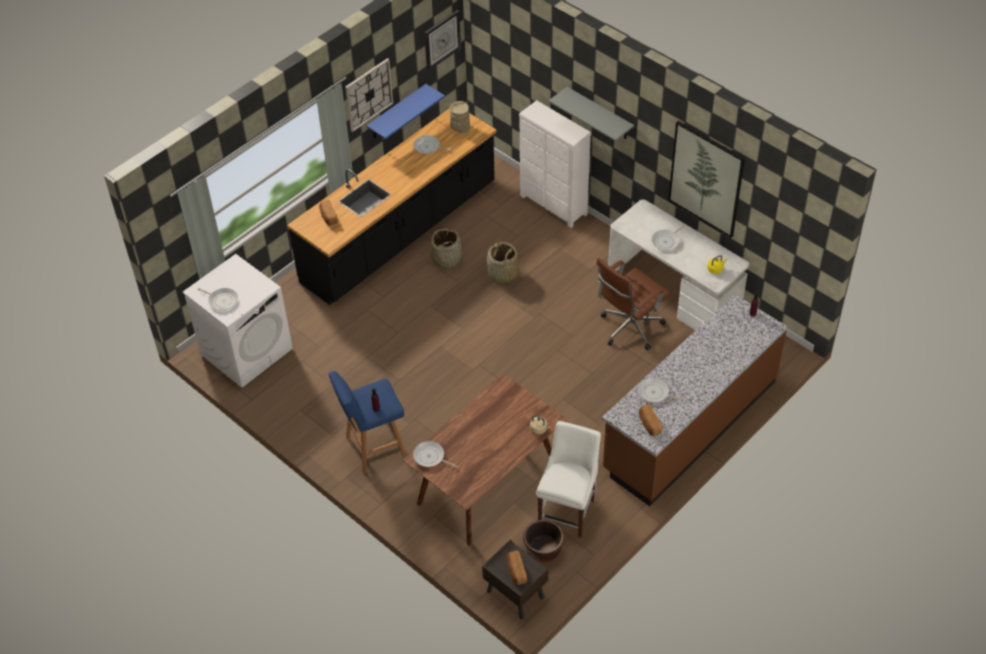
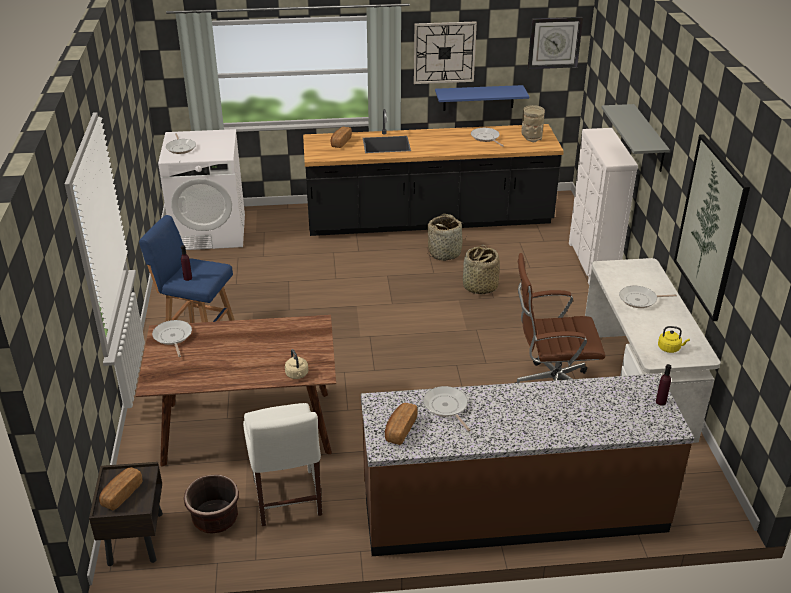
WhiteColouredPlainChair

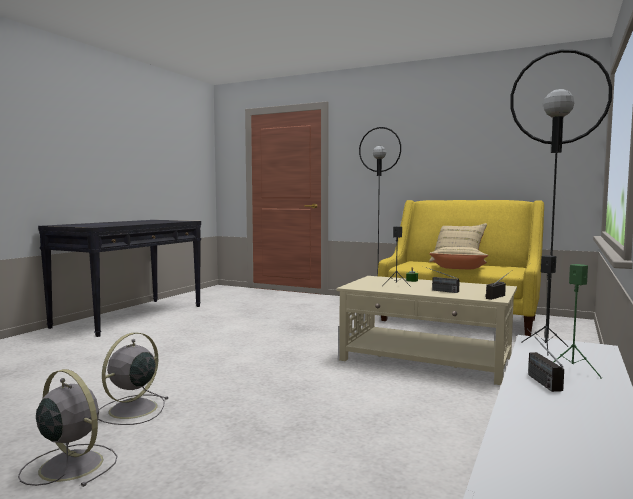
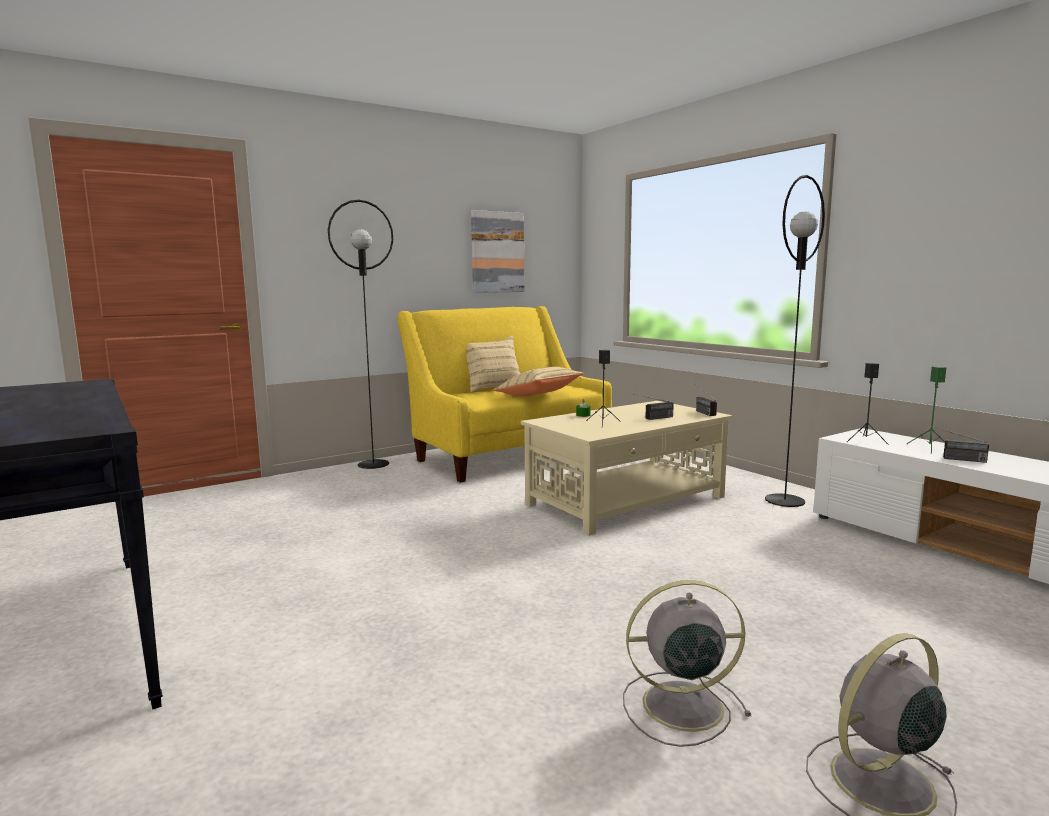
GreyFan (no. 1 from left)
Picture

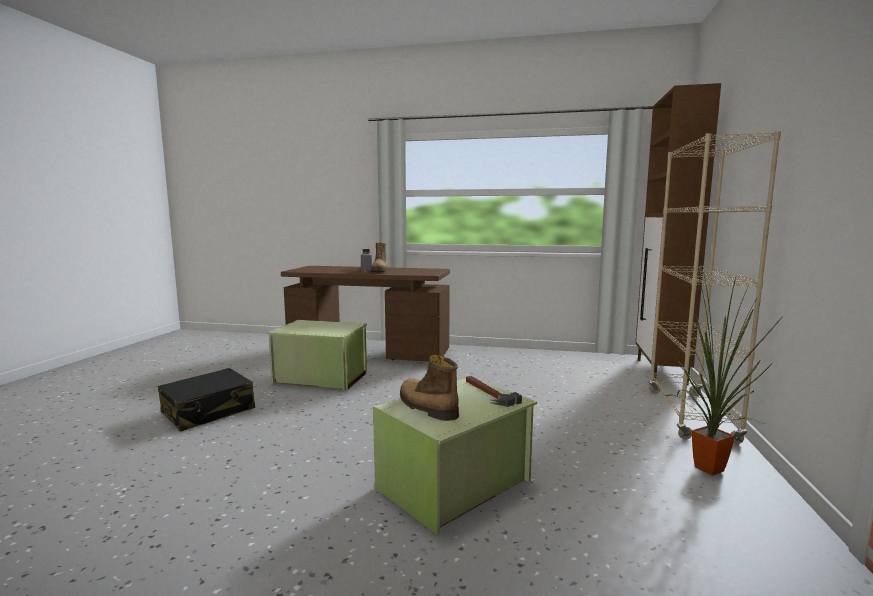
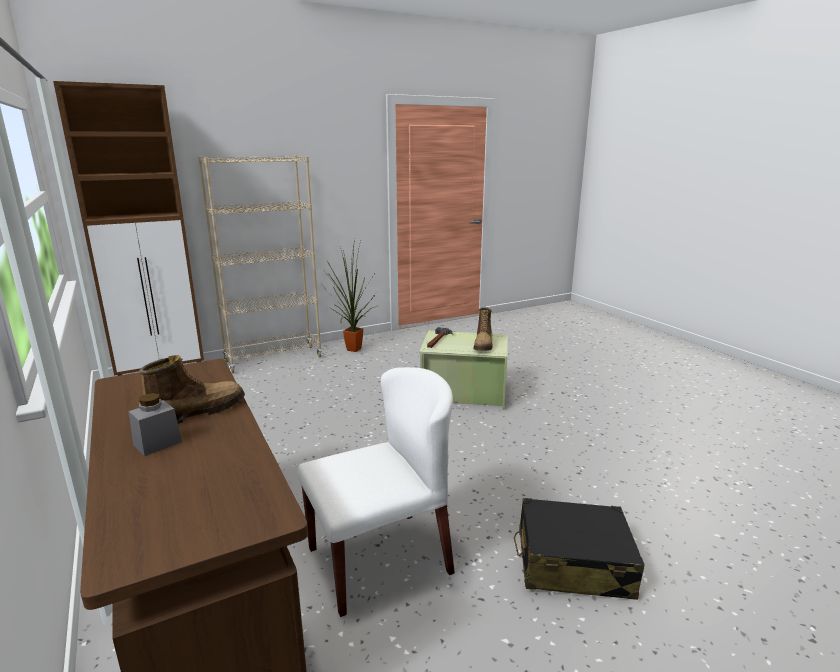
WhiteColouredPlainChair

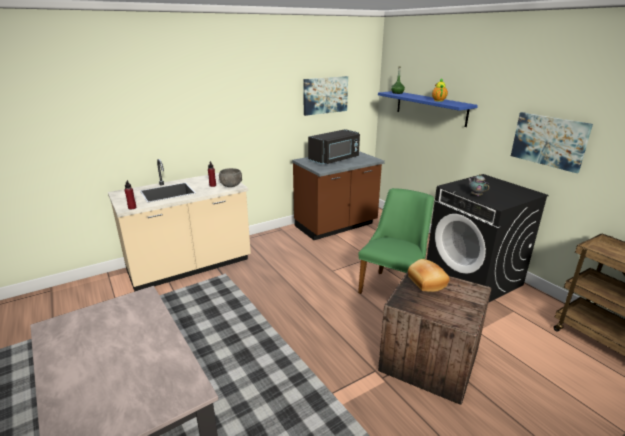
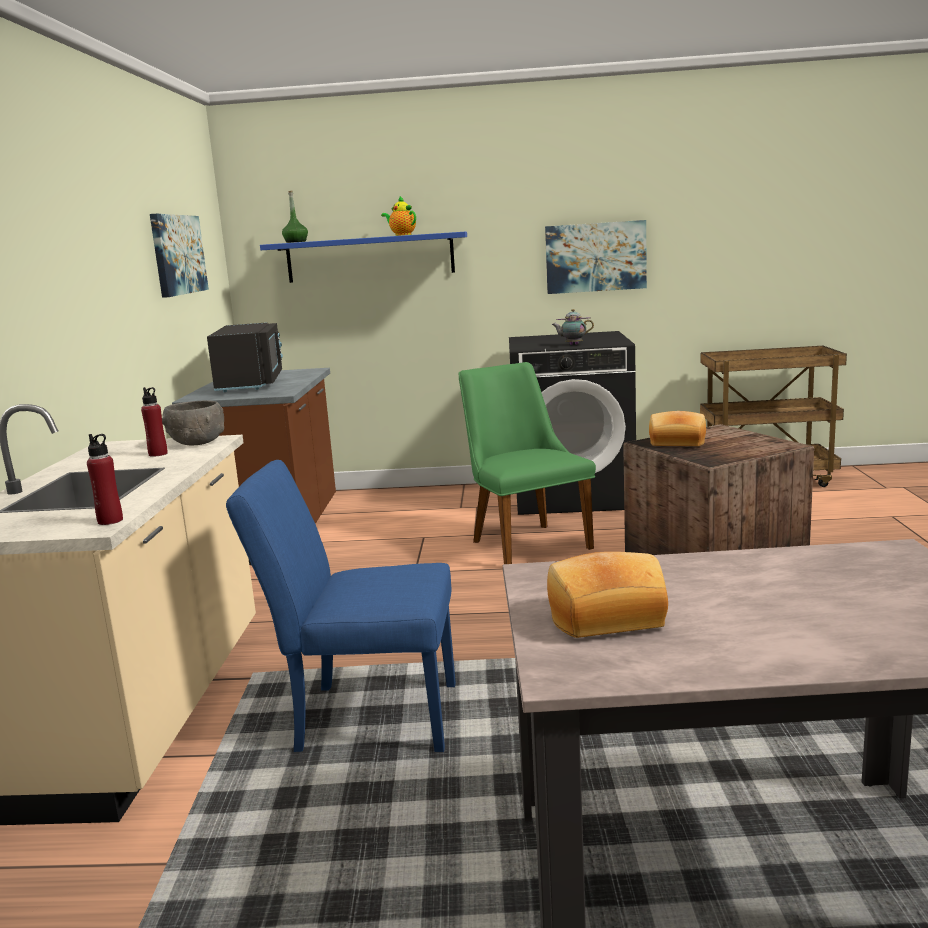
BluePlainChair
BakedBread (no. 1 from left)

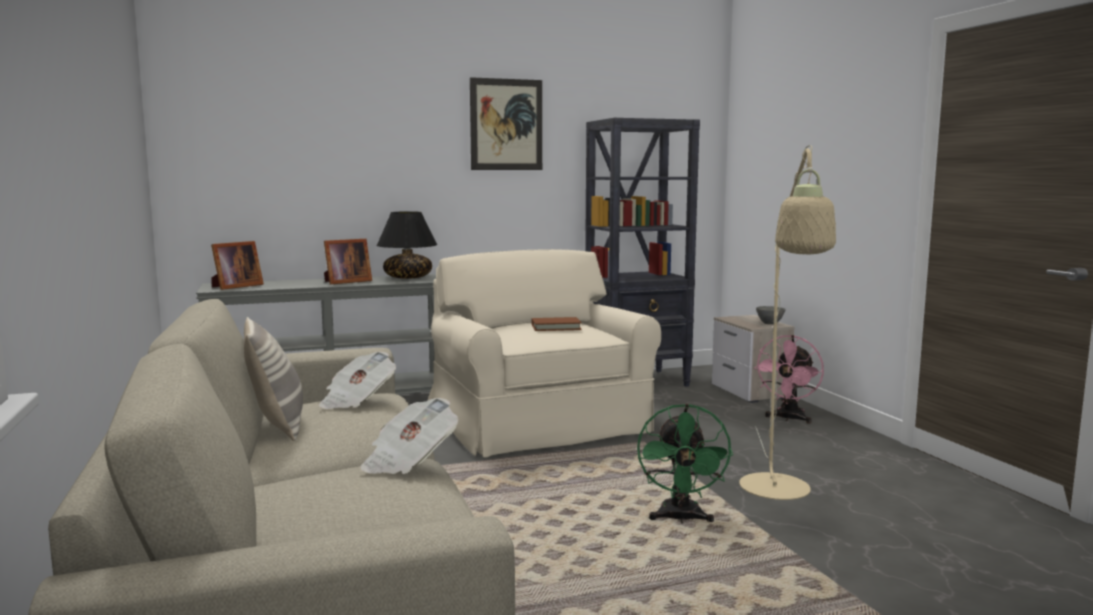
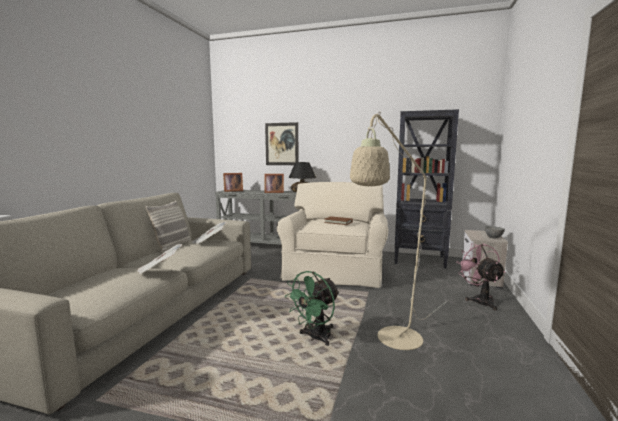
Picture
PinkishFan

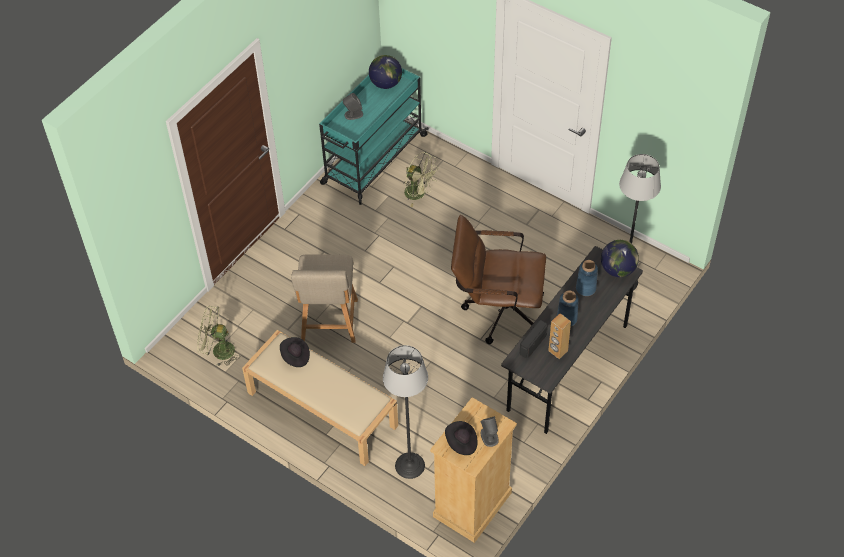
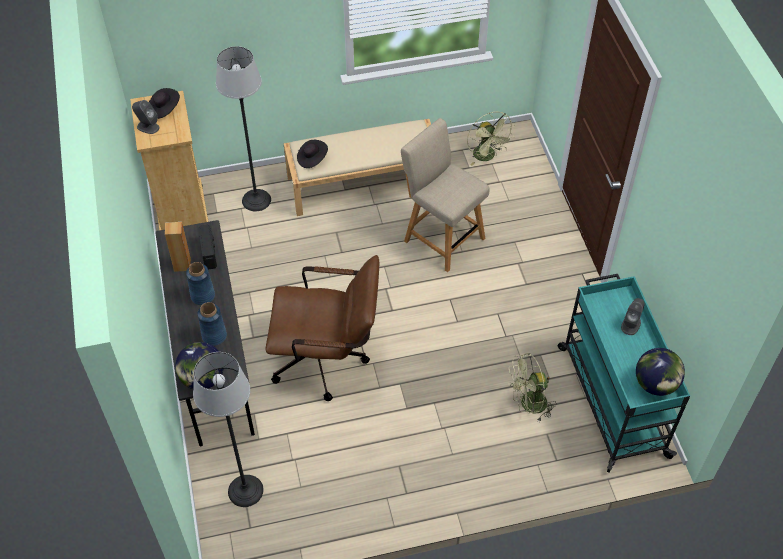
BrownishOfficeChair
GreenColouredFan (no. 1 from left)
BlackColouredClothingHat (no. 2 from left)

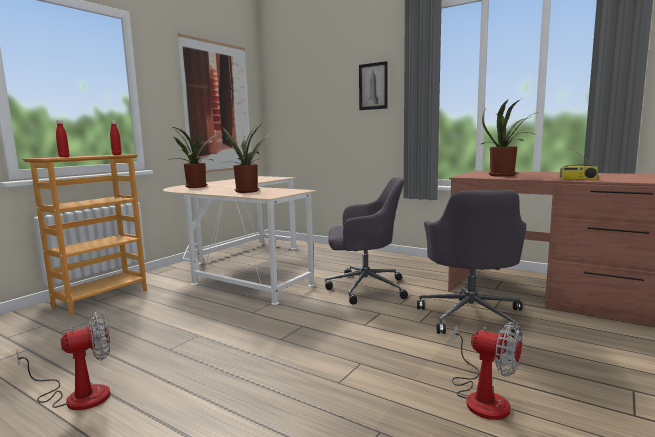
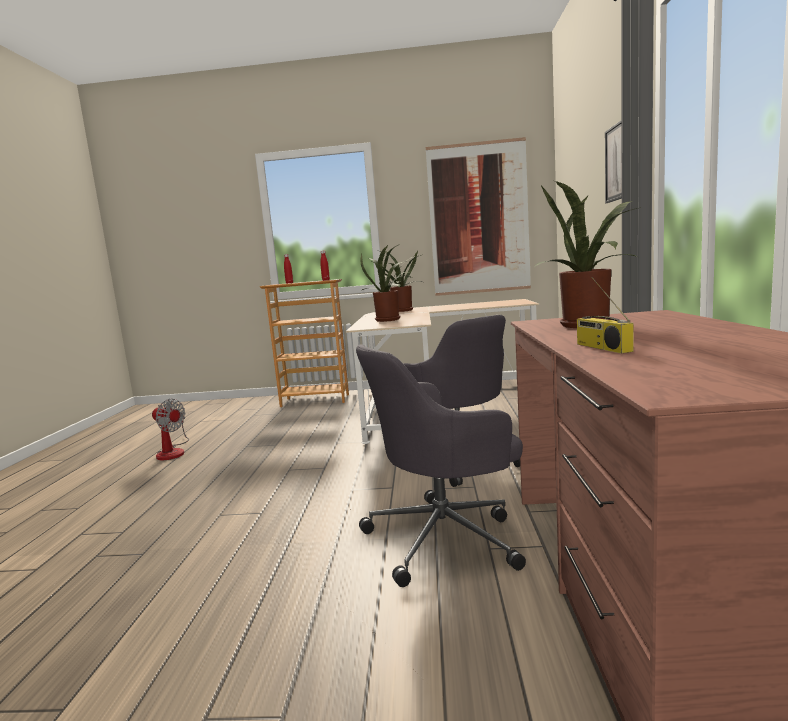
Fan (no. 2 from left in the first image)

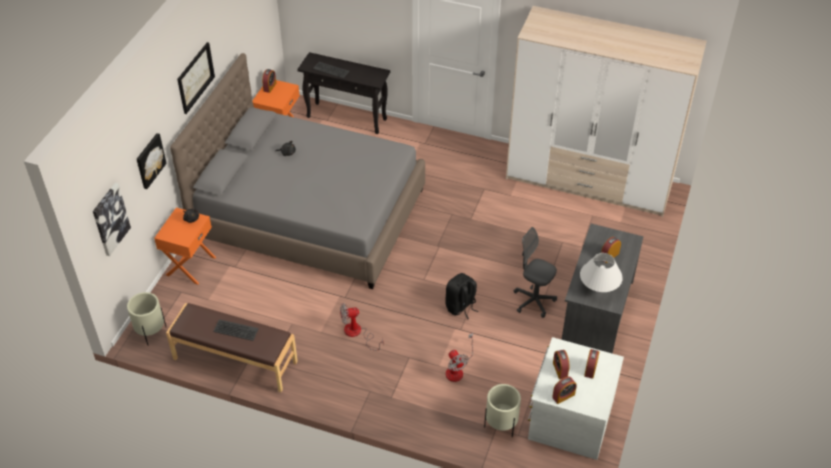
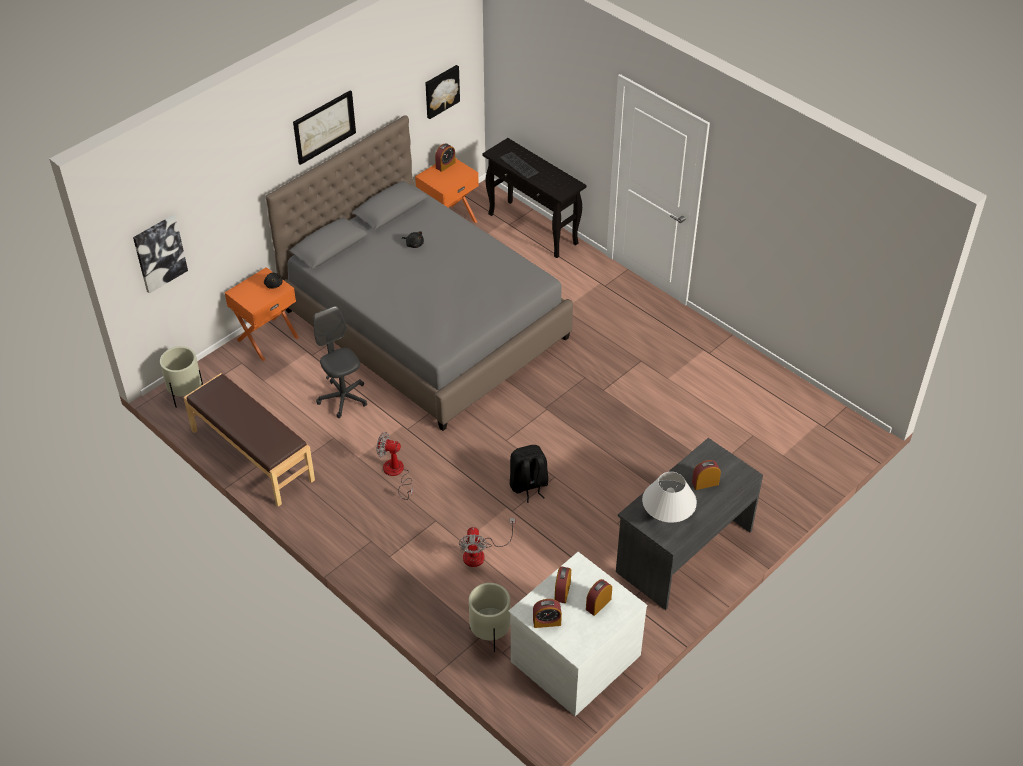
Wardrobe
Picture (no. 3 from left)
GreyOfficeChair
ComputerKeyboard (no. 1 from left in the first image)

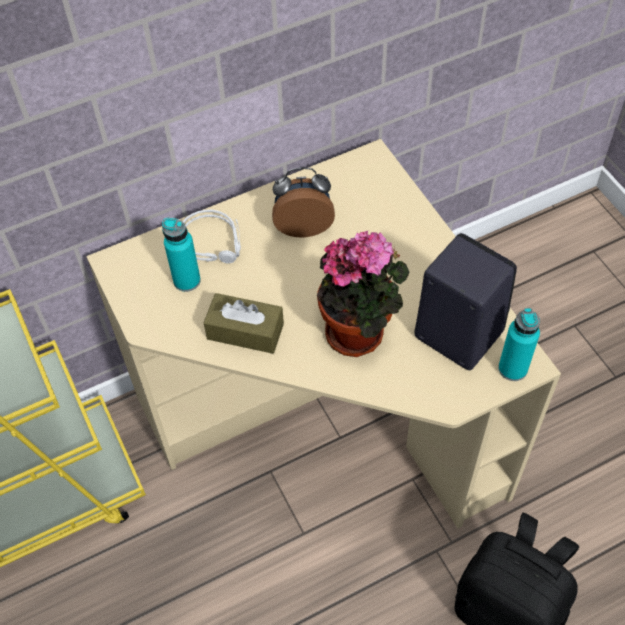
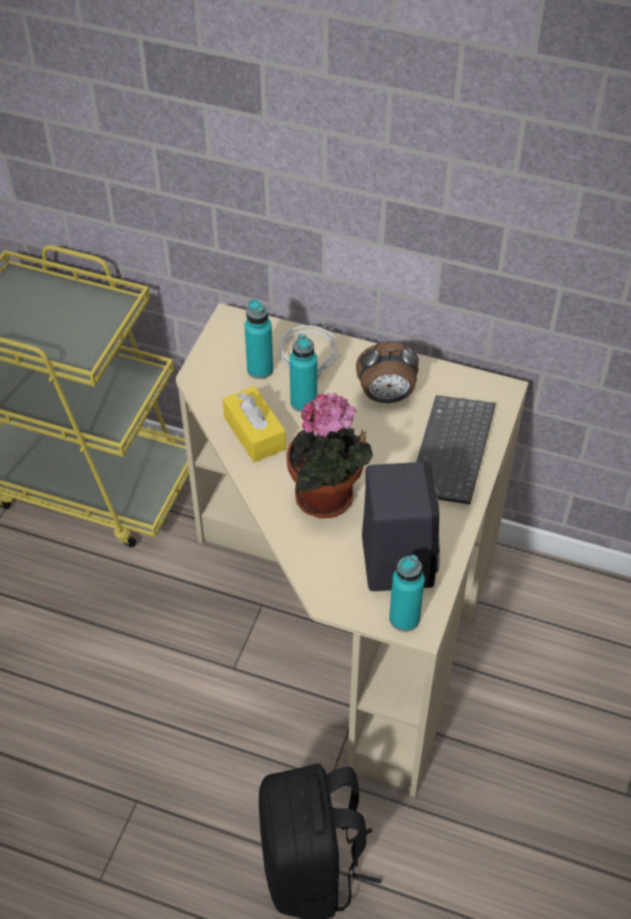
BedsideClock
YellowishBoxOfTissues
TurquoiseBottle (no. 2 from left)
ComputerKeyboard

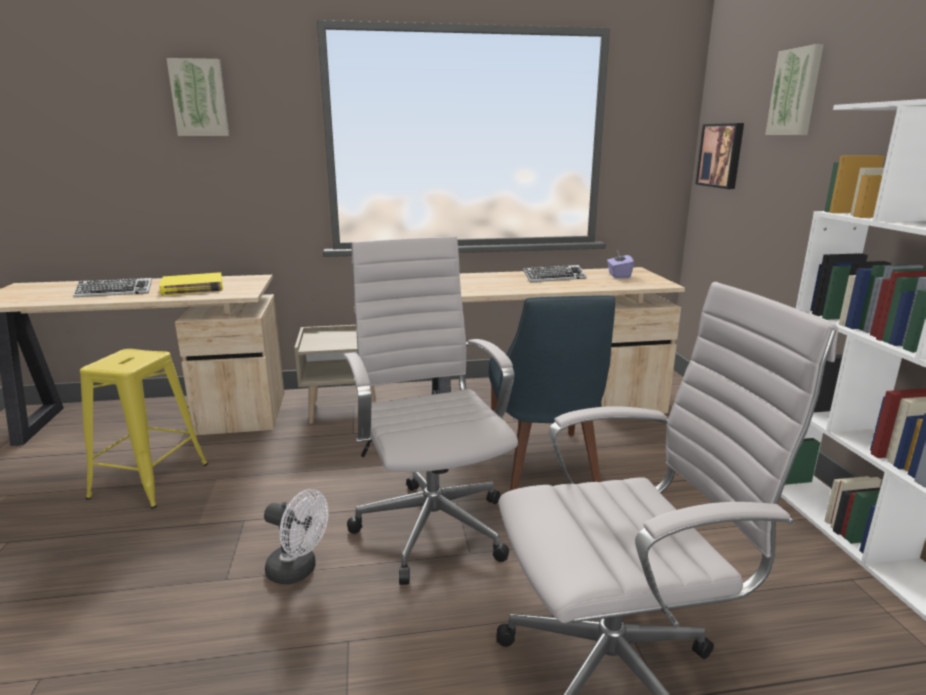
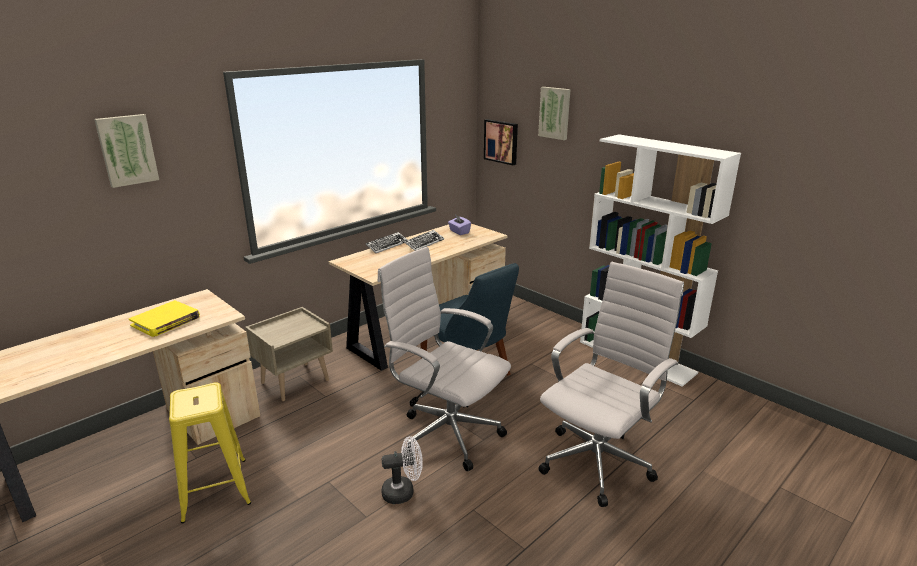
ComputerKeyboard (no. 1 from left)

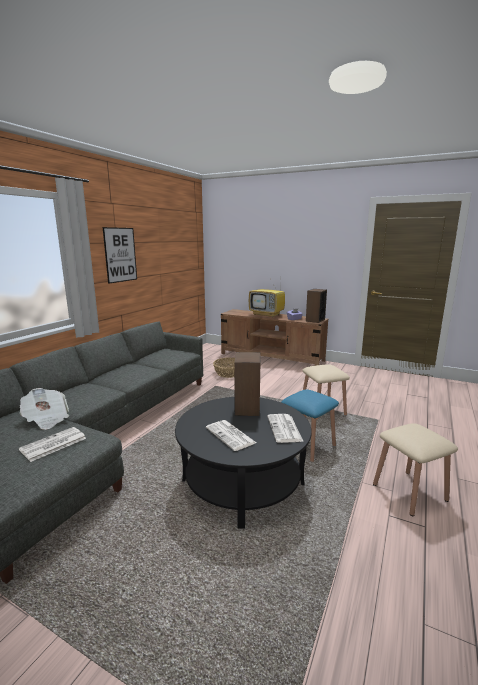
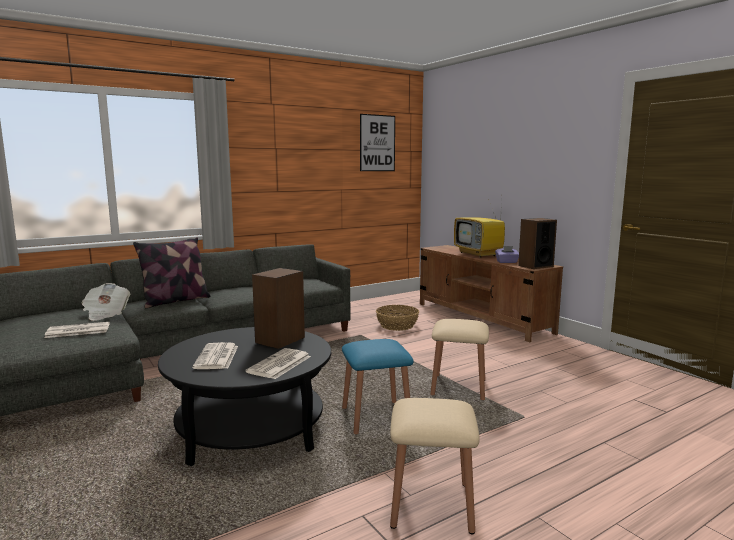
Picture
ThrowPillow

